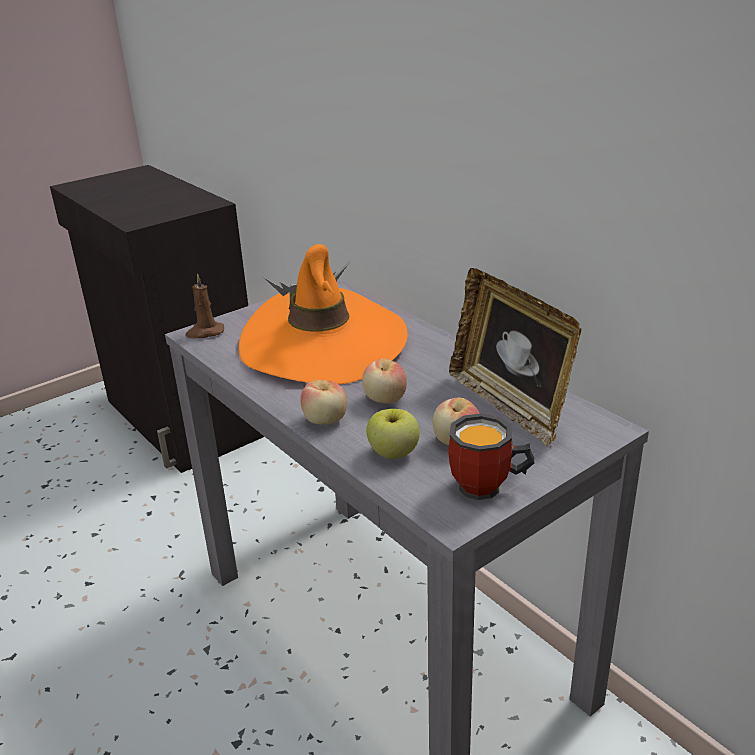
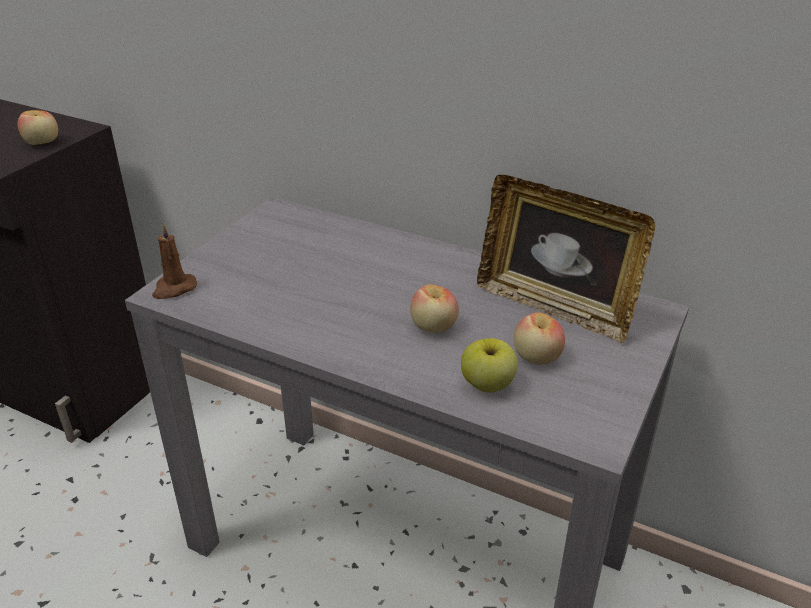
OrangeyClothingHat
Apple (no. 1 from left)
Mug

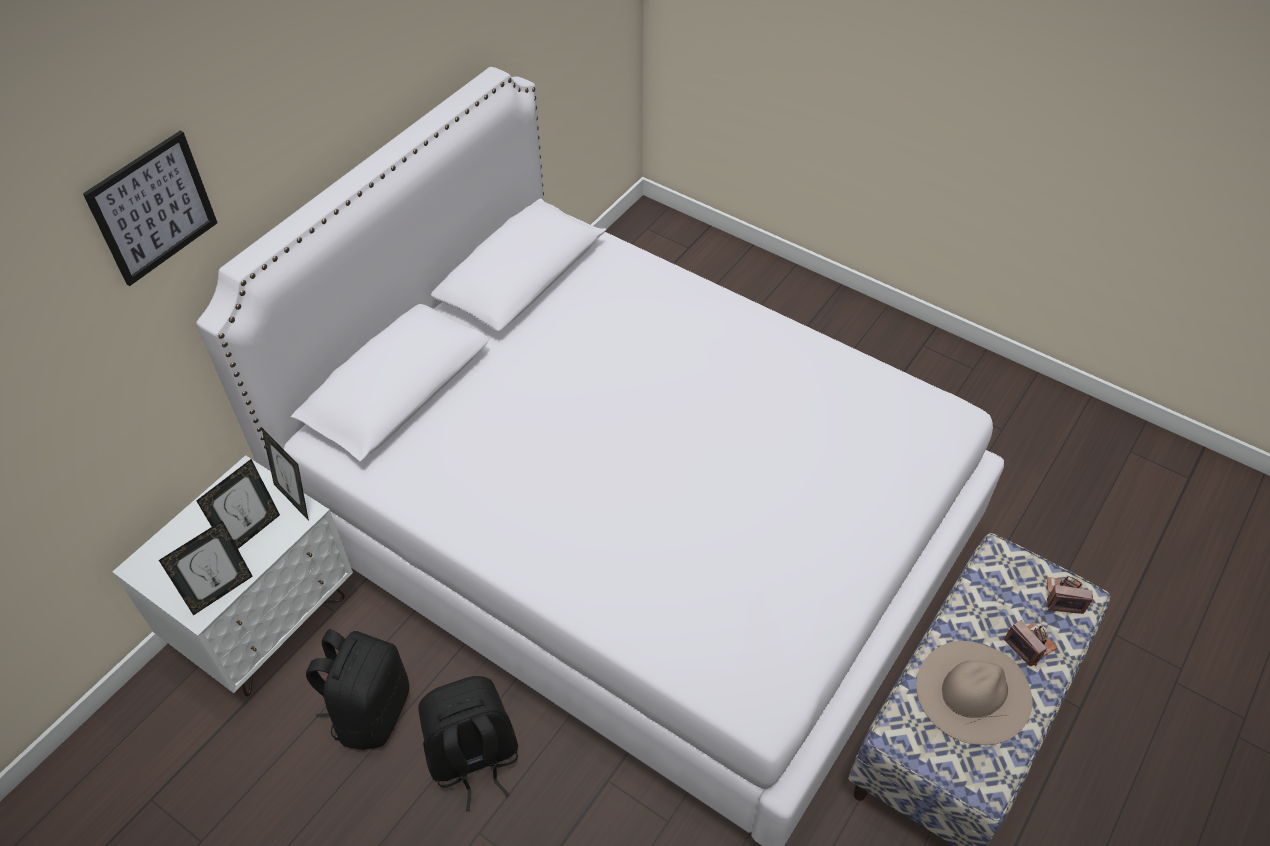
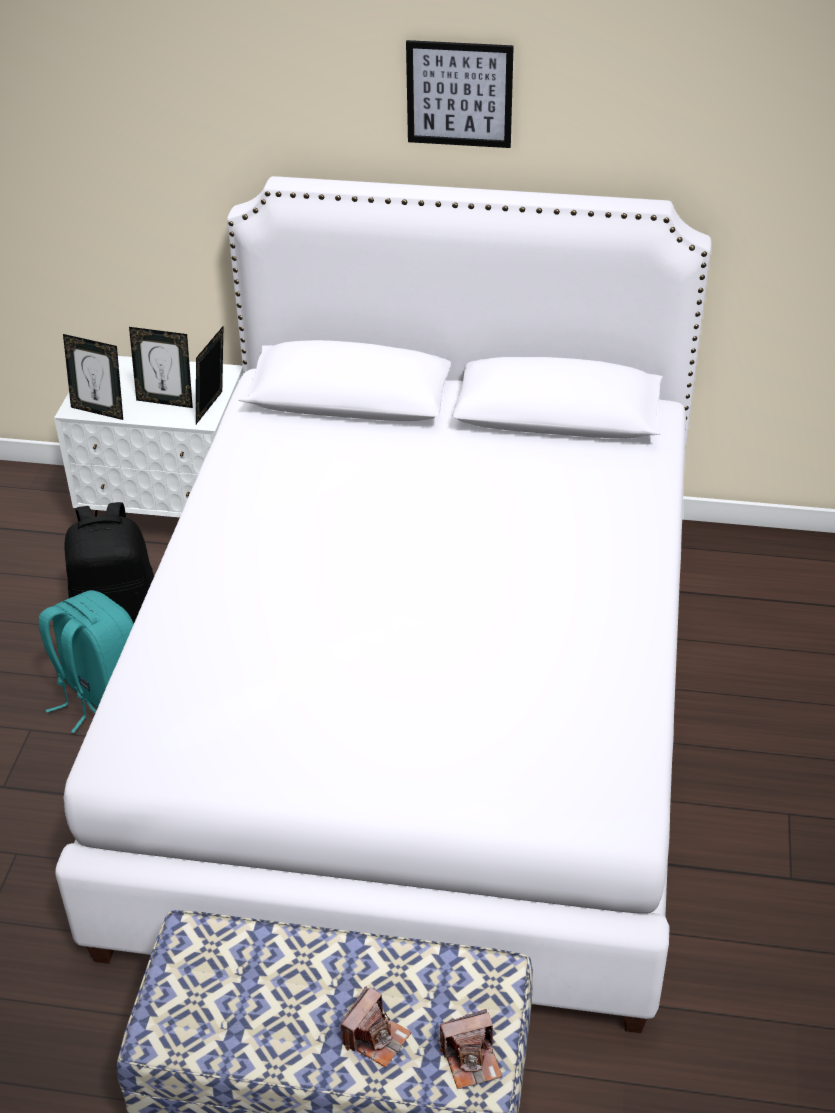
Picture
StillCamera (no. 2 from left)
BeigeClothingHat
TurquoiseRucksack

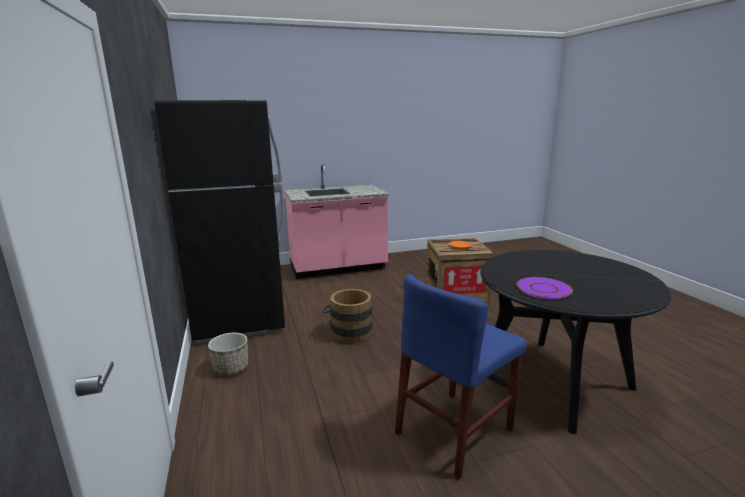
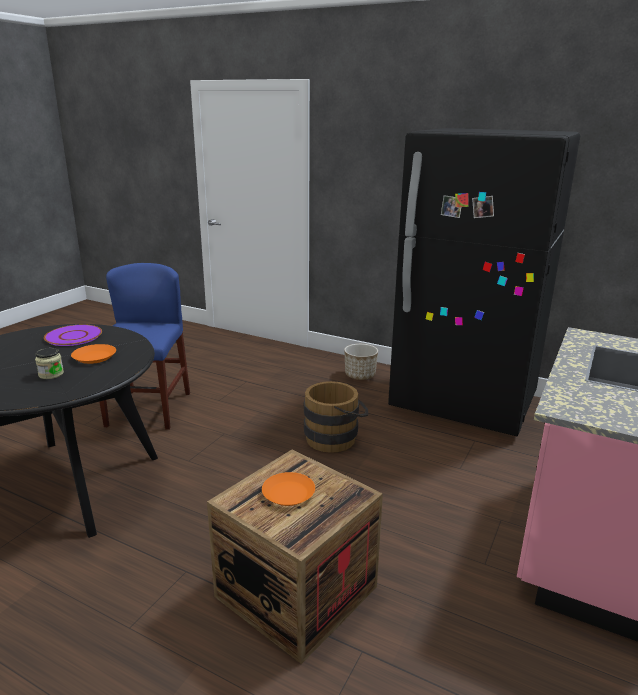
OrangeyDinnerPlate (no. 1 from left)
StorageJar

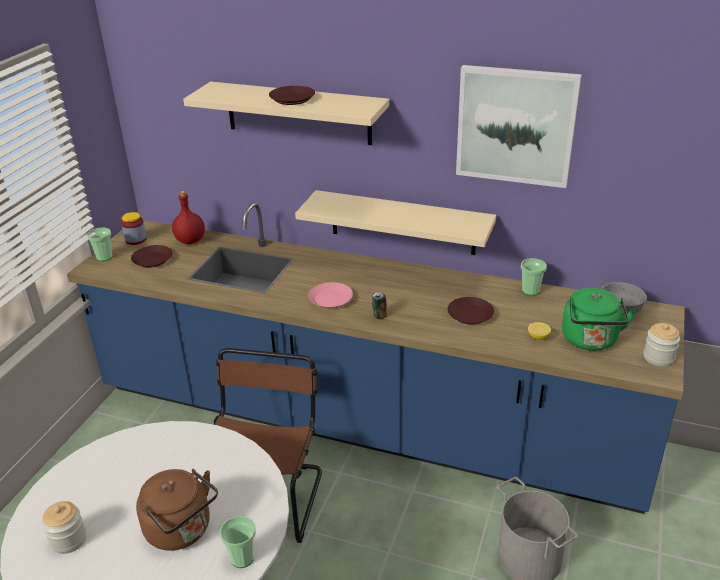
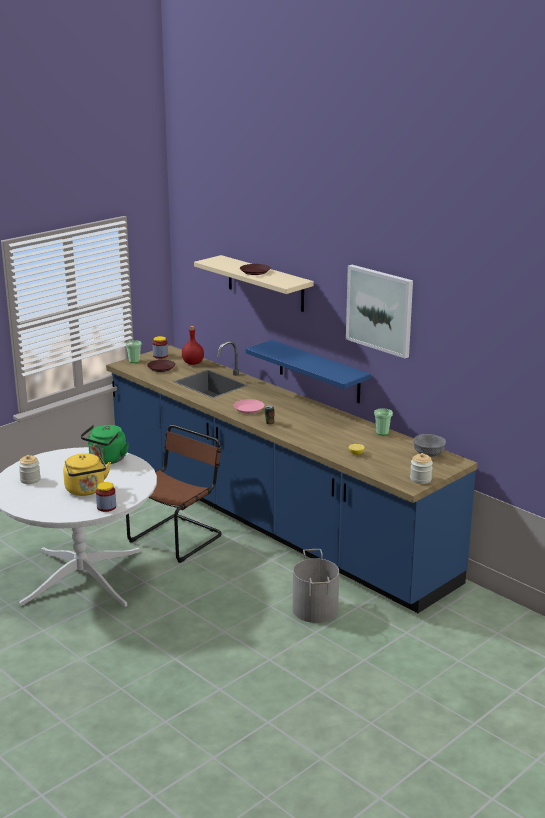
BlueWallShelf
GreenColouredKettle
BrownishDinnerPlate (no. 3 from left in the first image)
YellowishKettle
StorageJar (no. 2 from left)

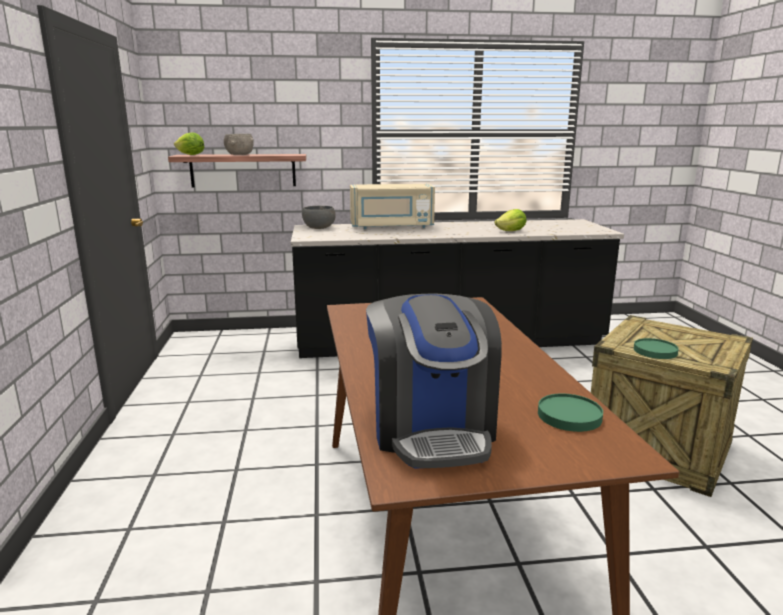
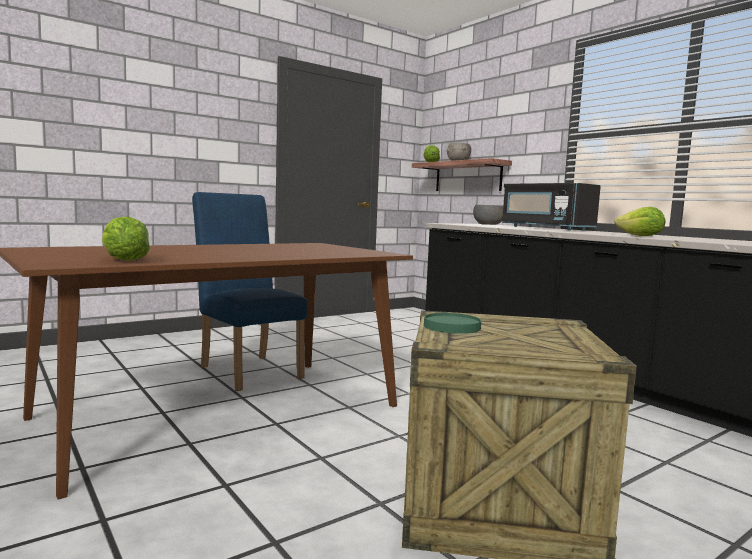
BlackColouredMicrowaveOven
CoffeeBrewer
LettuceHead (no. 1 from left)
BluePlainChair

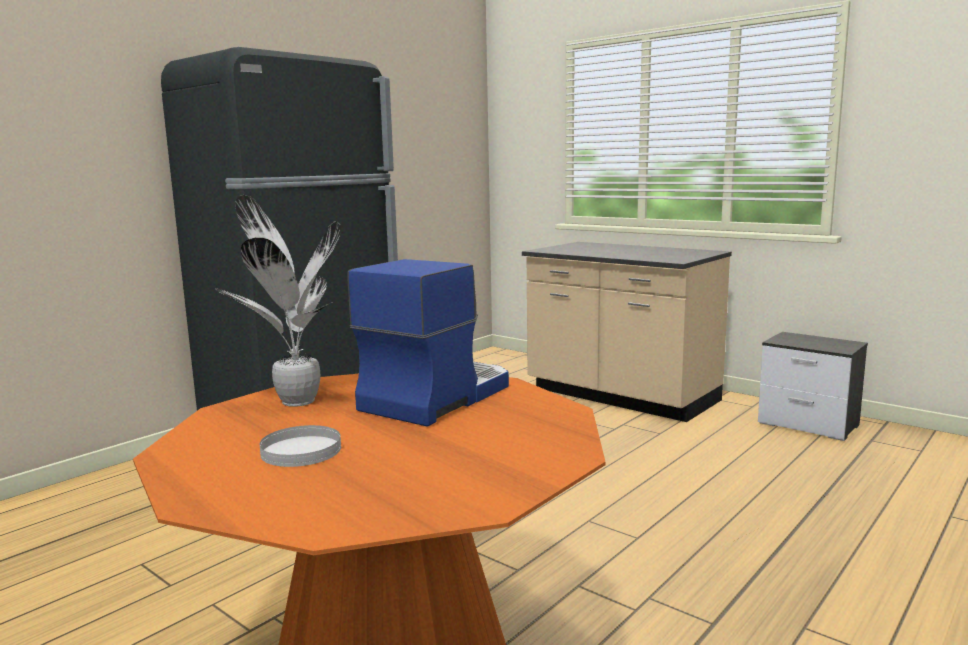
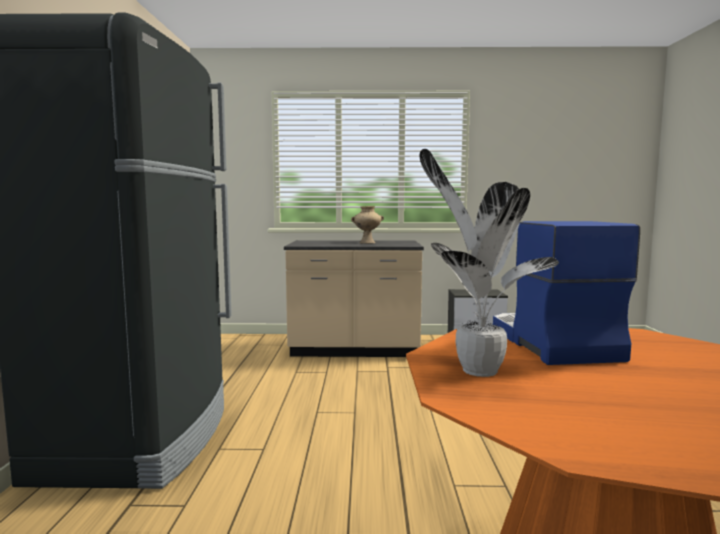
WhiteColouredDinnerPlate
BeigeVase

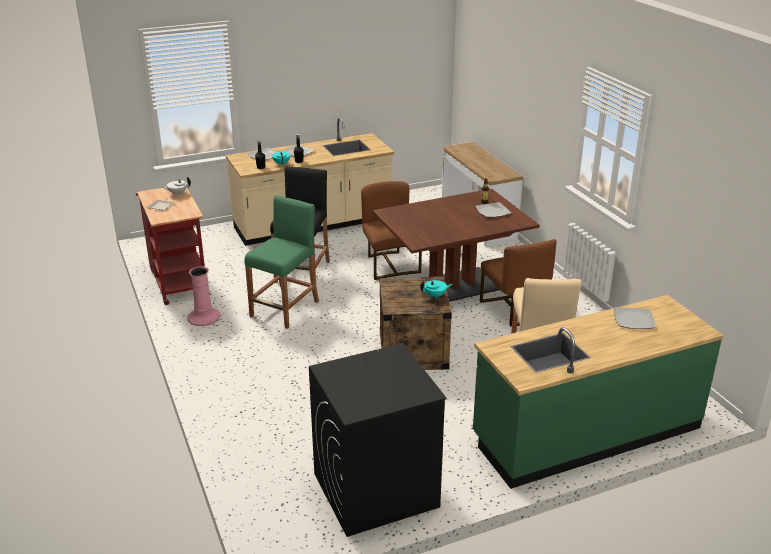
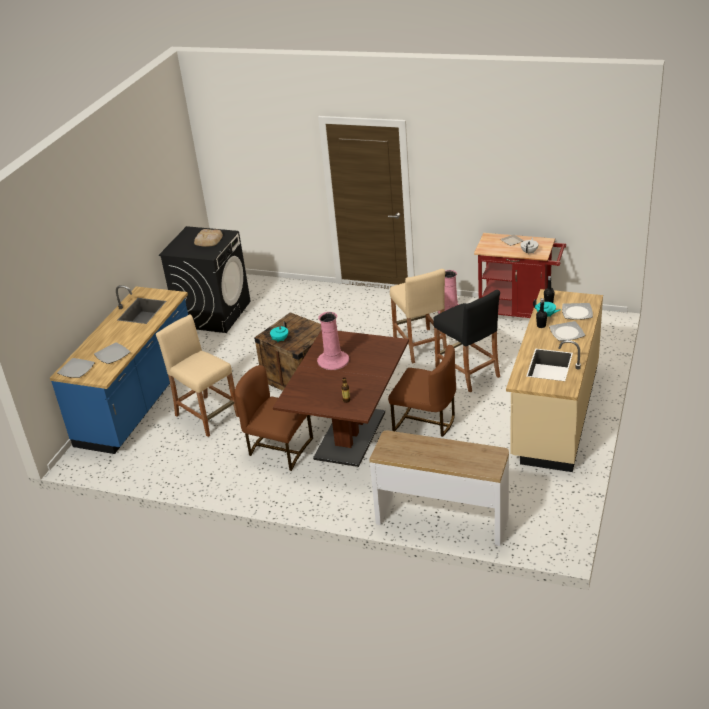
BeigeStoolSeat (no. 2 from left)
DinnerPlate (no. 1 from left)
BlueCounter
BakedBread
PinkishVase (no. 1 from left)

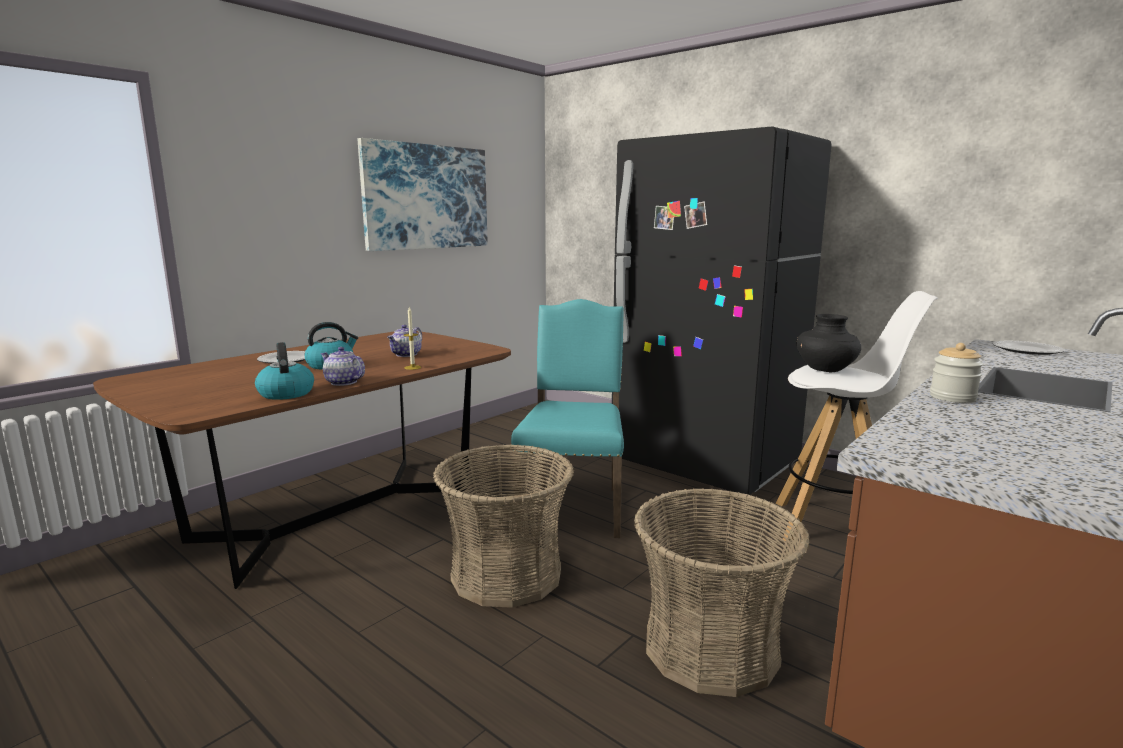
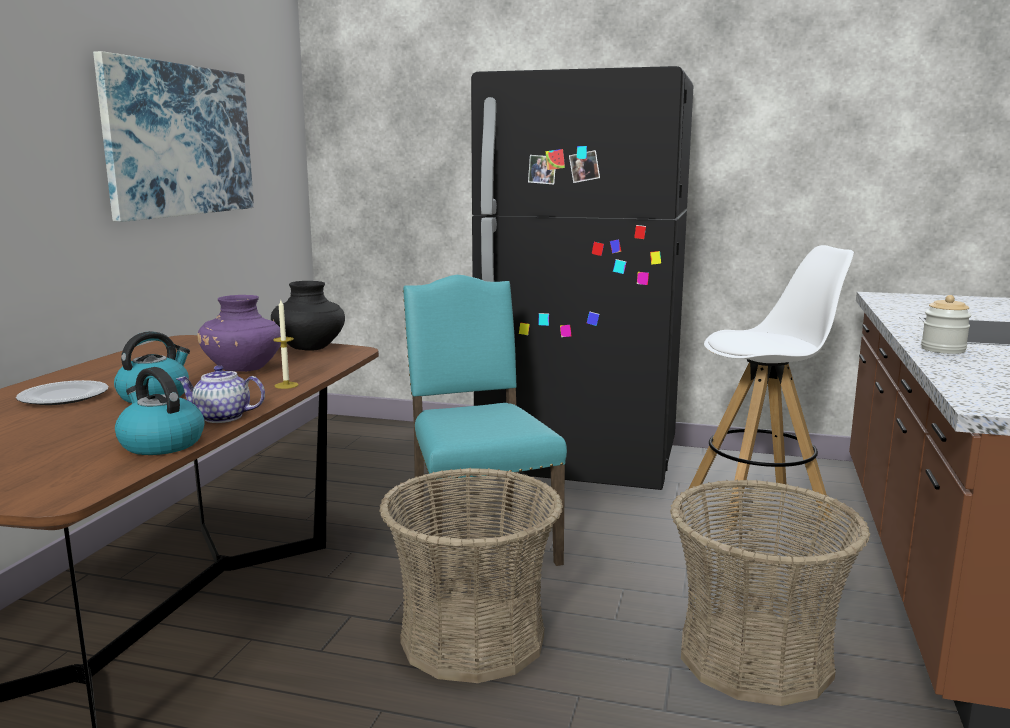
BlackColouredVase
PurpleVase
DinnerPlate (no. 2 from left in the first image)

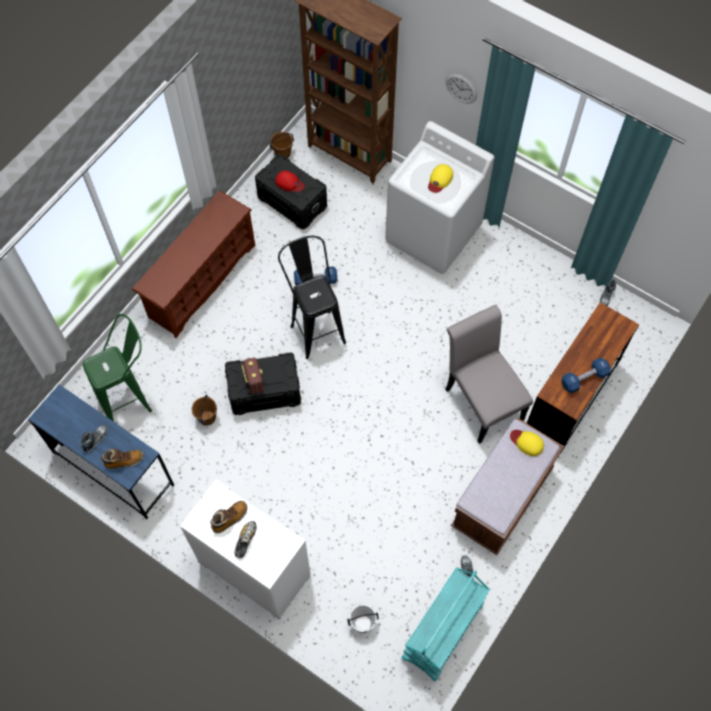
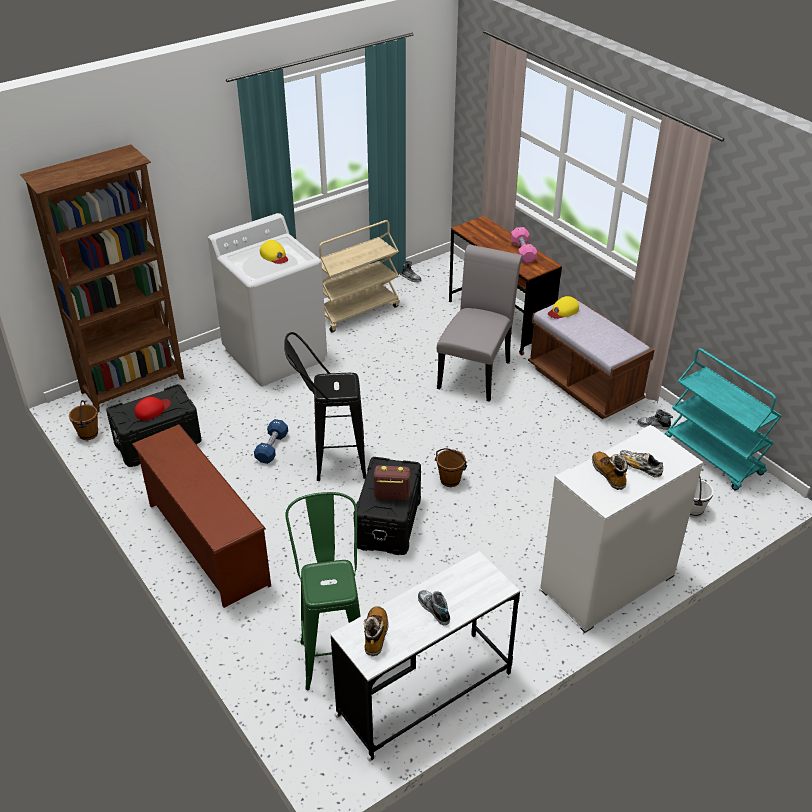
WallClock
GreyPlainChair
PinkishDumbbell
WhiteColouredDeskUnit
BrownishPail (no. 2 from left)
HighTopBoot (no. 1 from left)
BeigeTrolley

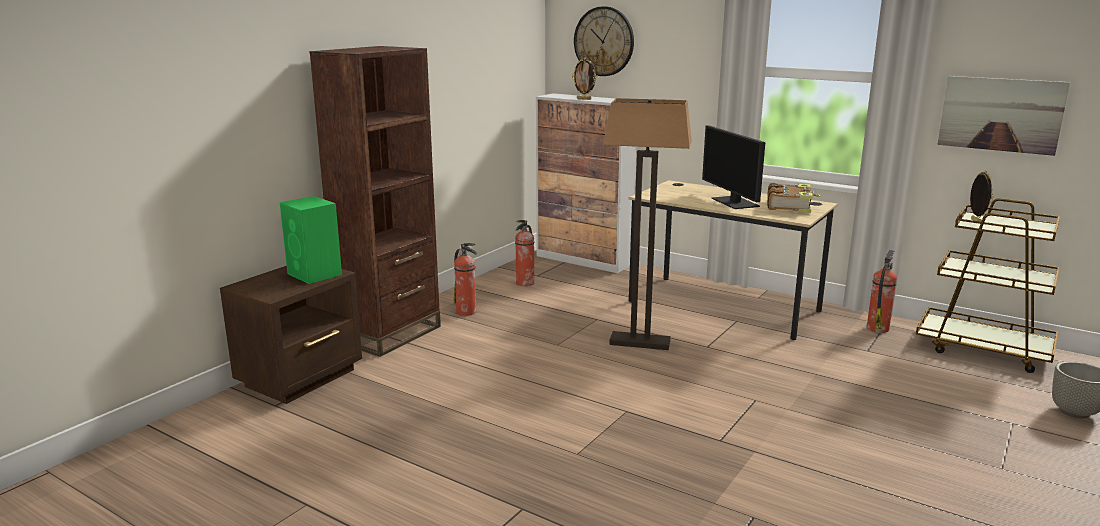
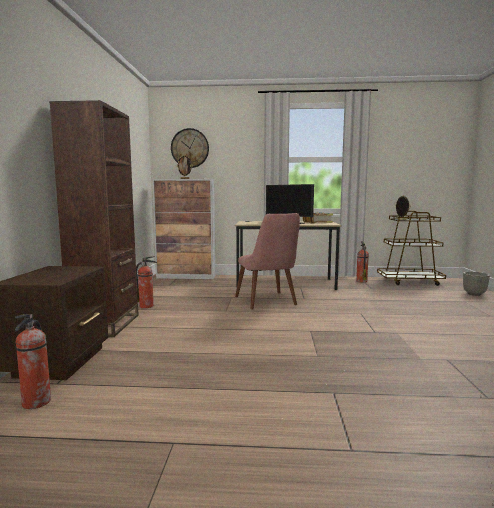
Picture
PinkishPlainChair
GreenColouredAudioSpeaker
FireExtinguisher (no. 1 from left)

